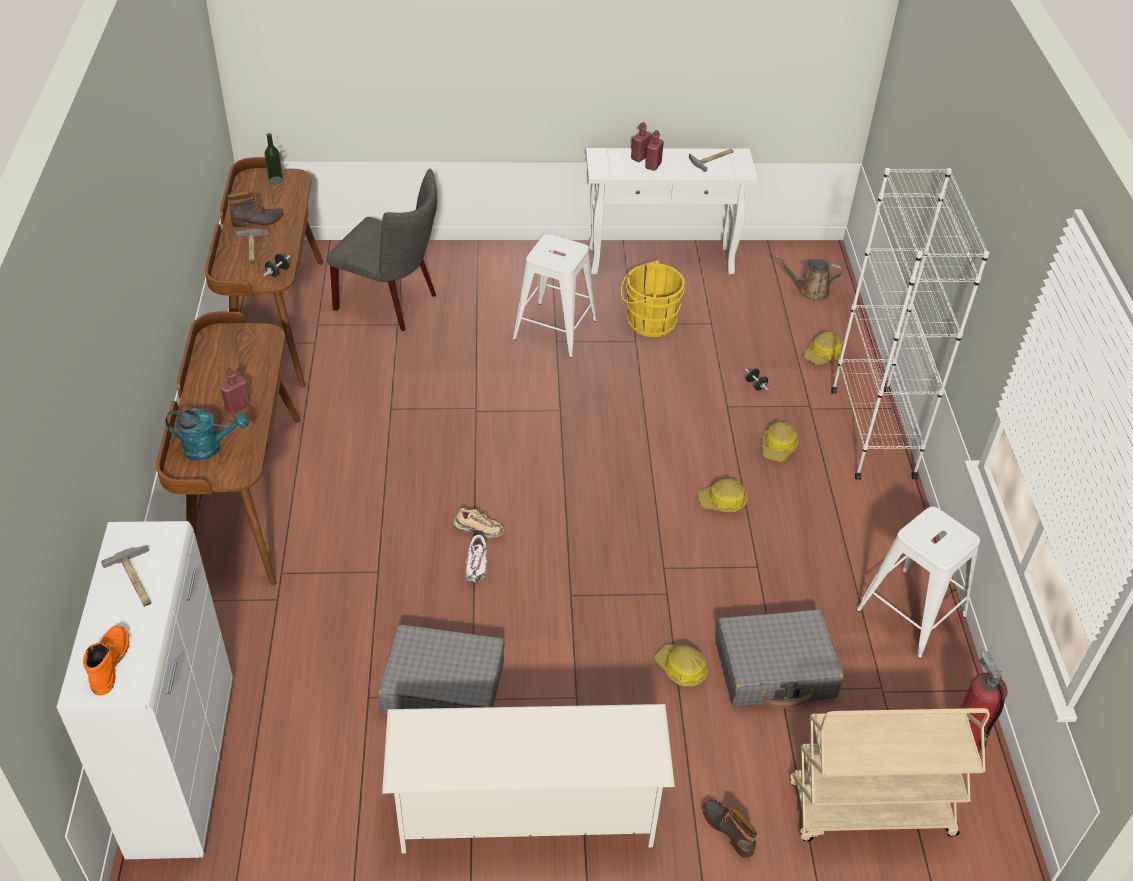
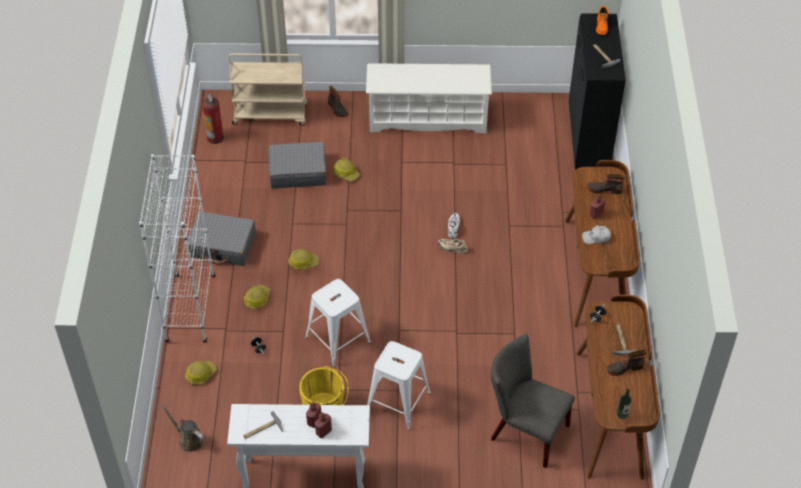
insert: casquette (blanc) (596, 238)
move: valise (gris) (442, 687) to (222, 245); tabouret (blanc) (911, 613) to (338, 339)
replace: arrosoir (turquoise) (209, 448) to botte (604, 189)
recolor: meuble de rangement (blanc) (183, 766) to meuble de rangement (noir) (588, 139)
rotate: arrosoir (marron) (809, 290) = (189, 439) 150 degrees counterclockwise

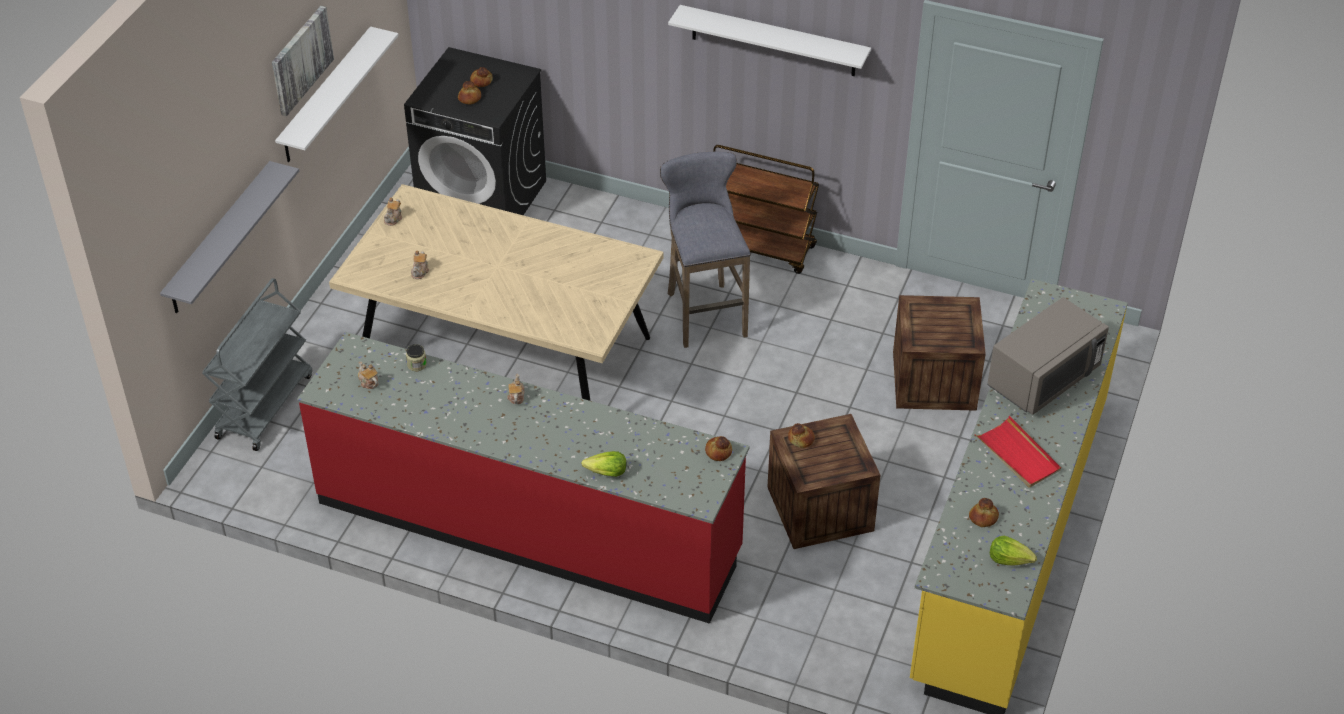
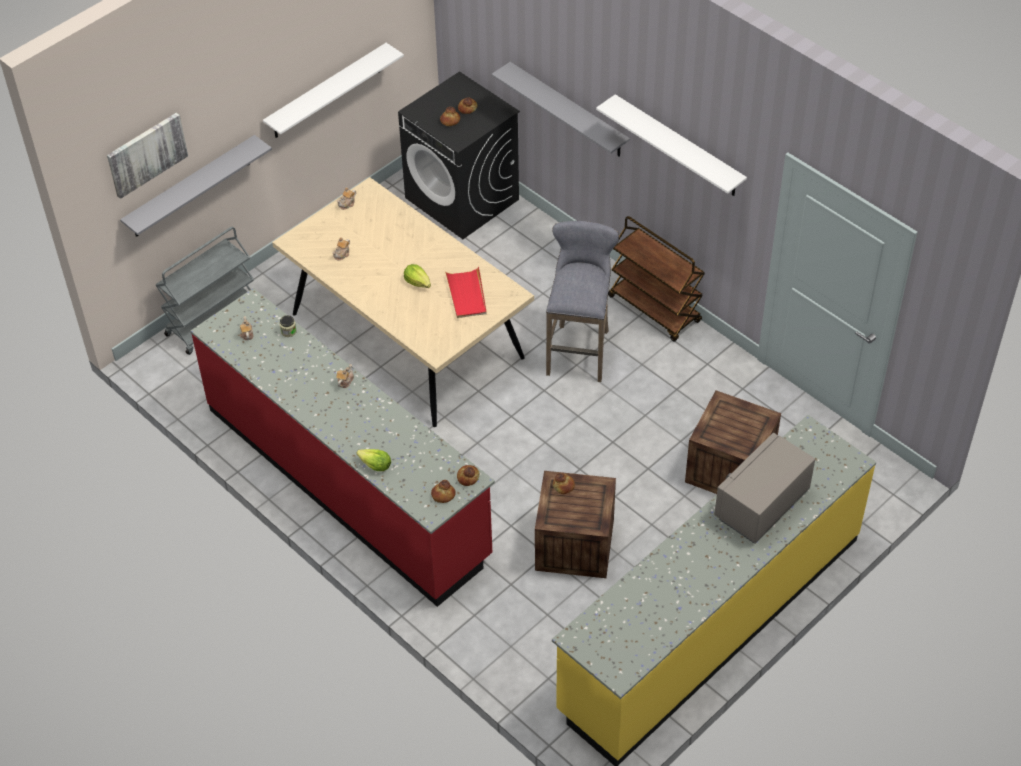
insert: étagère (gris) (568, 110)
move: tableau (300, 59) to (146, 154); pain (983, 518) to (443, 495); plateau (rouge) (1018, 455) to (467, 295); laitue (1009, 559) to (418, 282)
rotate: micro-ondes (gris) (1043, 379) = (761, 504) 150 degrees clockwise

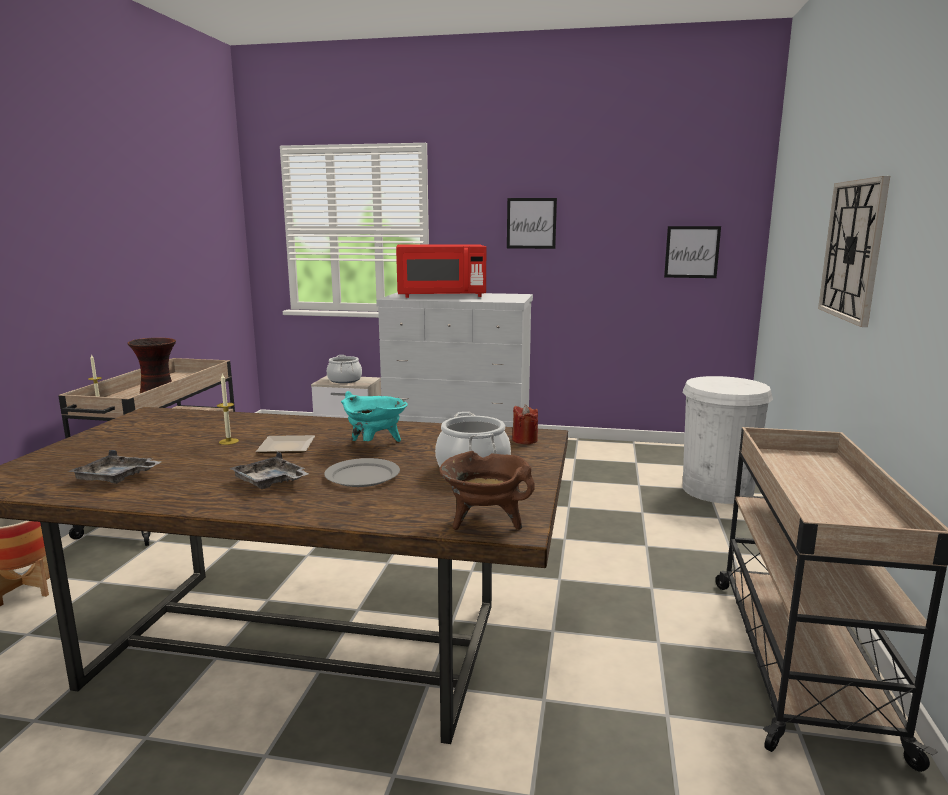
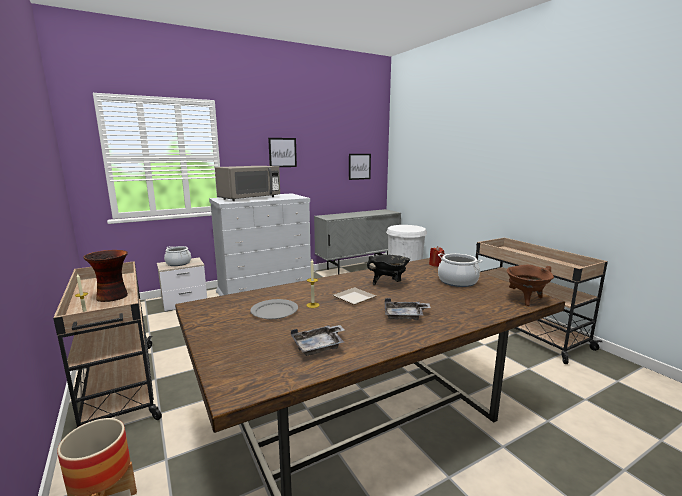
delete: horloge murale (853, 250)
insert: meuble de rangement (gris) (358, 268)
move: assiette (gris) (362, 476) to (274, 311)
recolor: marmite (turquoise) (374, 445) to marmite (noir) (389, 284); micro-ondes (rouge) (441, 296) to micro-ondes (gris) (249, 198)

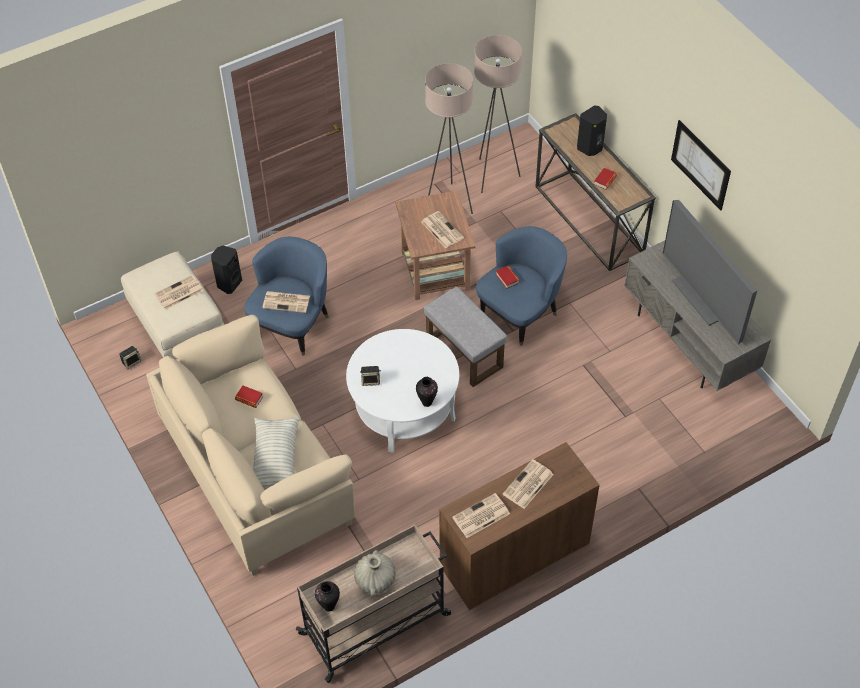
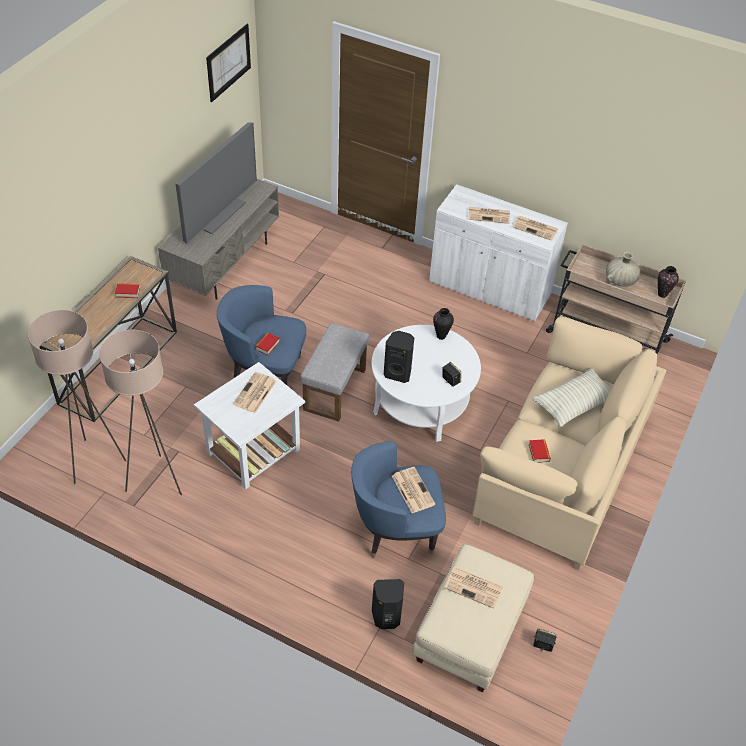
move: enceinte (noir) (590, 148) to (398, 373); tableau (700, 164) to (228, 62)
recolor: table d'appoint (marron) (435, 271) to table d'appoint (blanc) (254, 451); meuble de rangement (marron) (514, 555) to meuble de rangement (blanc) (489, 289)

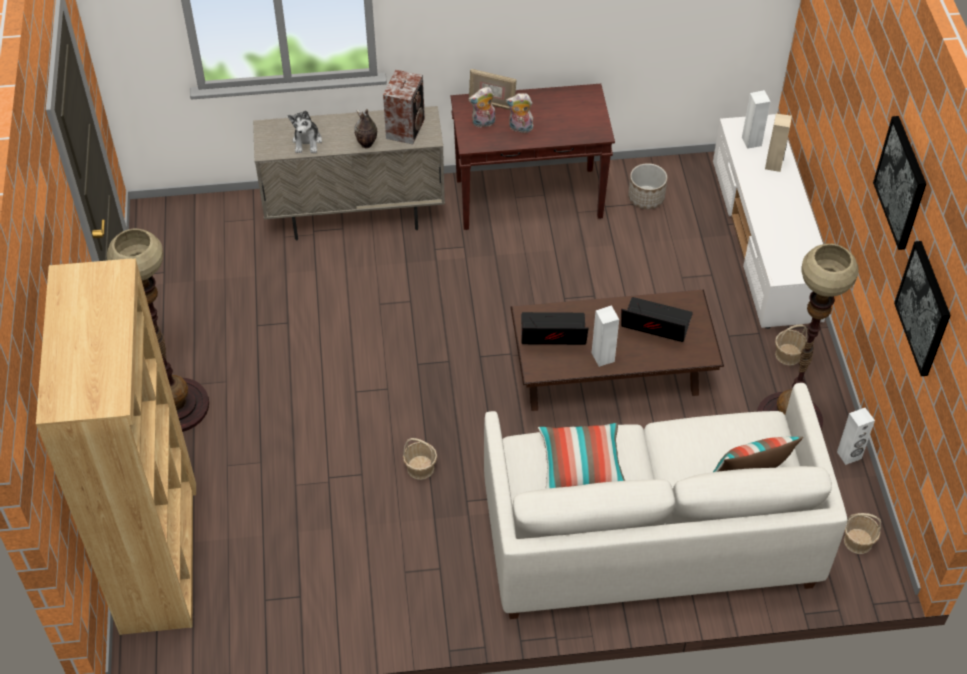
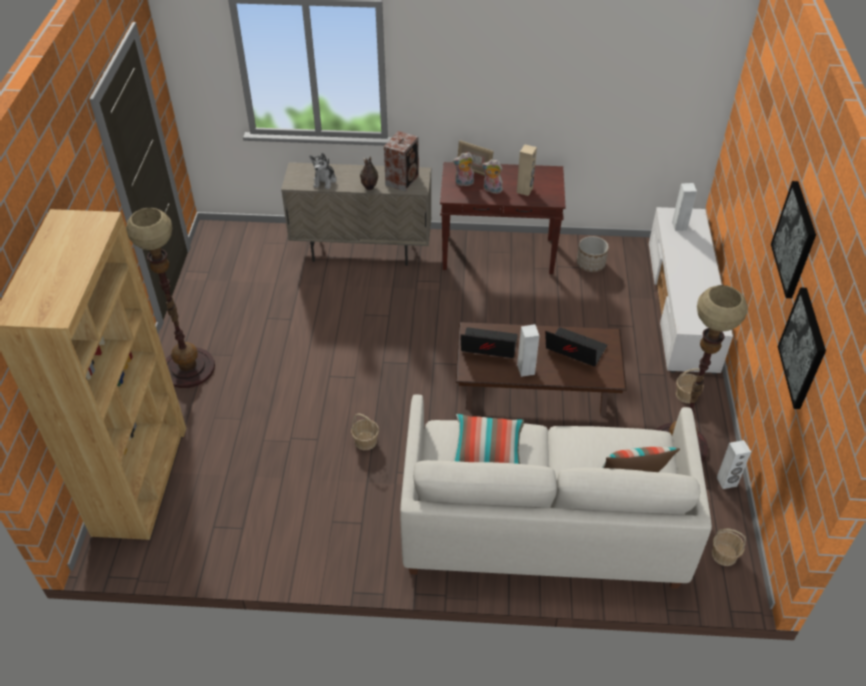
move: enceinte (beige) (774, 164) to (525, 190)

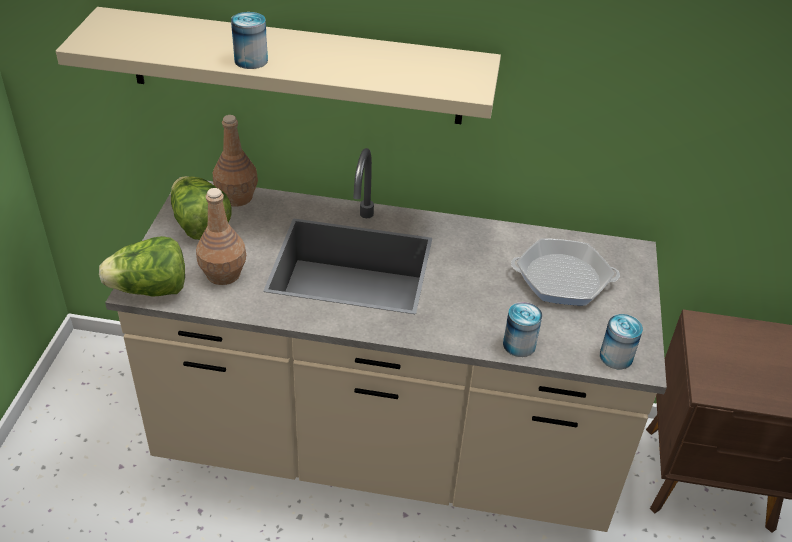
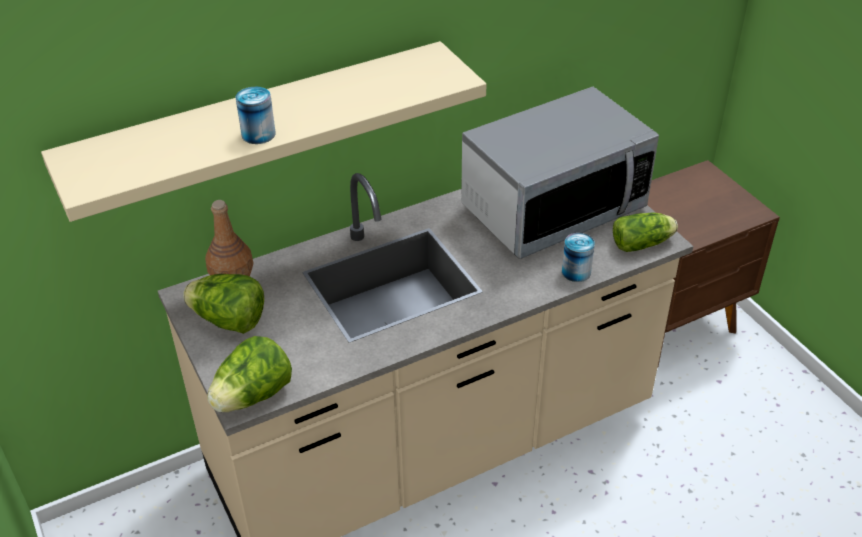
delete: bouteille (marron) (224, 274)
replace: poêle (562, 279) to micro-ondes (553, 208); boîte métallique (616, 357) to laitue (643, 243)

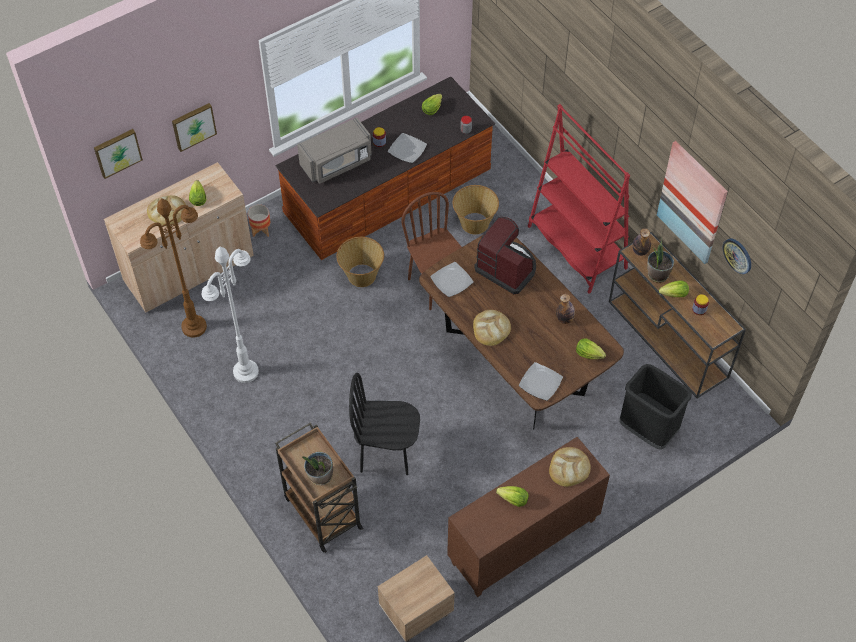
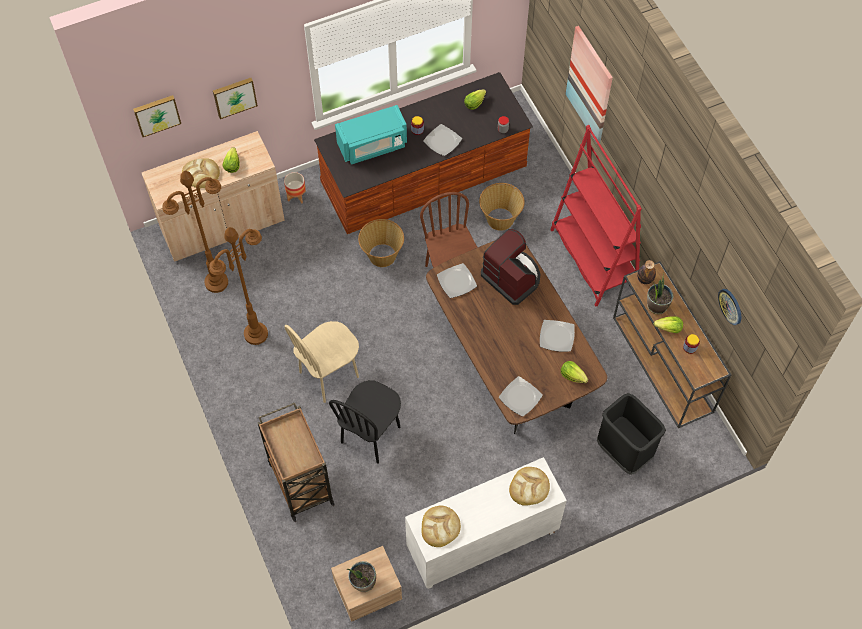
delete: laitue (513, 500)
insert: chaise (beige) (329, 375)
move: plante en pot (320, 476) to (363, 582); pain (491, 328) to (440, 527); tableau (692, 202) to (590, 85)
replace: bouteille (565, 319) to assiette (557, 337)
recolor: lampadaire (blanc) (246, 371) to lampadaire (marron) (256, 333); micro-ondes (gris) (337, 163) to micro-ondes (turquoise) (373, 145); meuble de rangement (marron) (523, 542) to meuble de rangement (blanc) (482, 543)
rotate: chaise (noir) (386, 453) = (371, 435) 75 degrees counterclockwise

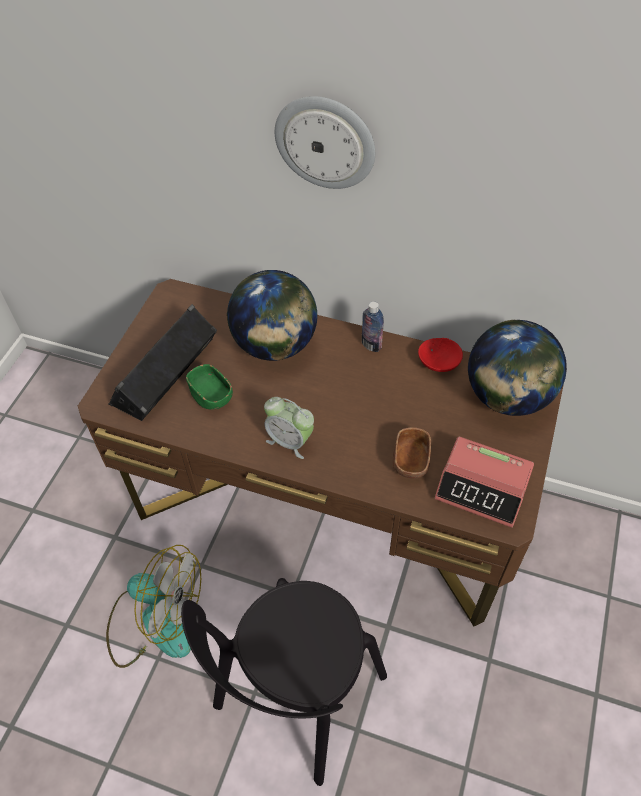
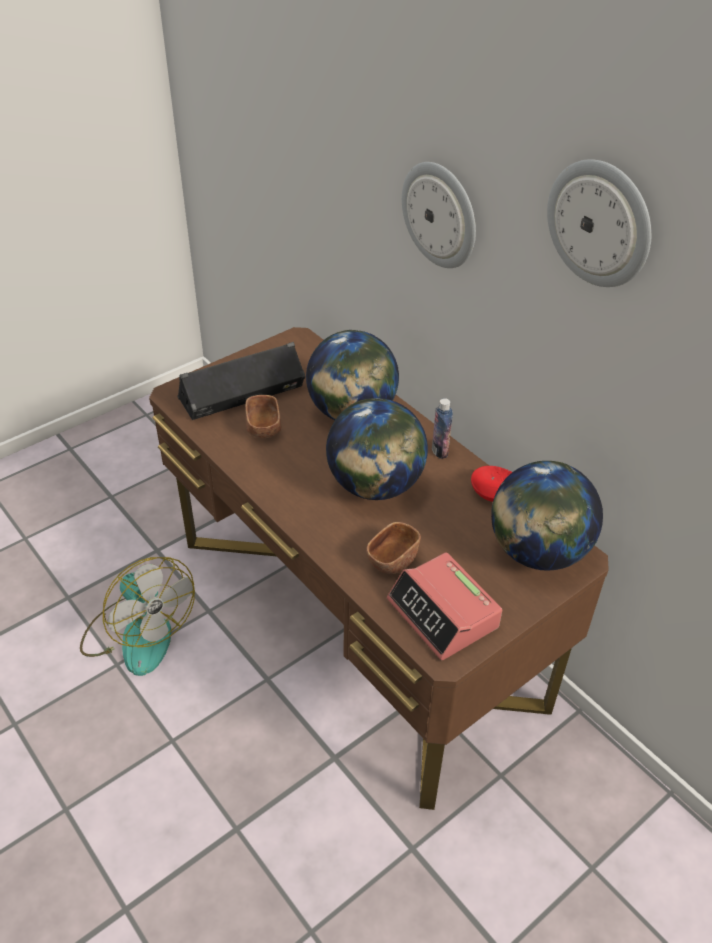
delete: chaise (noir) (296, 698); réveil (290, 441)
insert: globe (375, 486); horloge murale (600, 223)
recolor: bol (vert) (211, 396) to bol (marron) (263, 427)

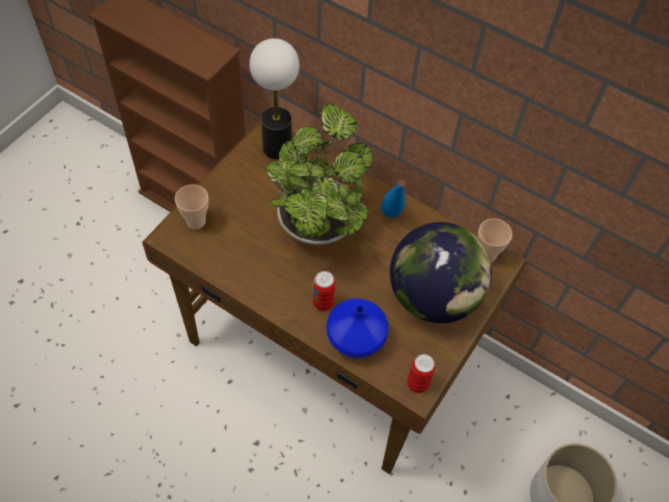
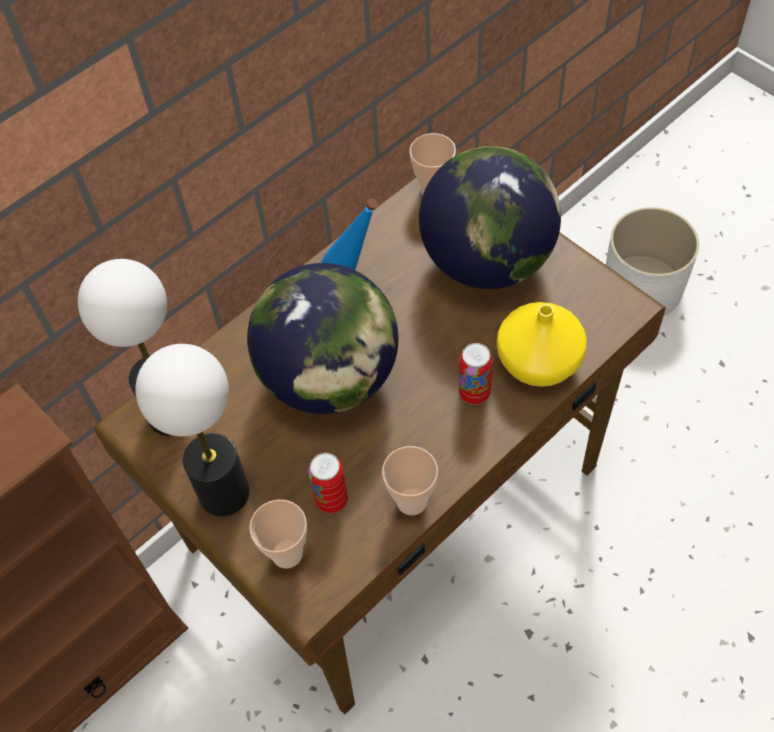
insert: lampe de table (224, 493); tasse (411, 501)
move: boîte métallique (417, 383) to (331, 500)
replace: plante en pot (317, 221) to globe (330, 378)
recolor: vase (bleu) (355, 339) to vase (jaune) (540, 363)

